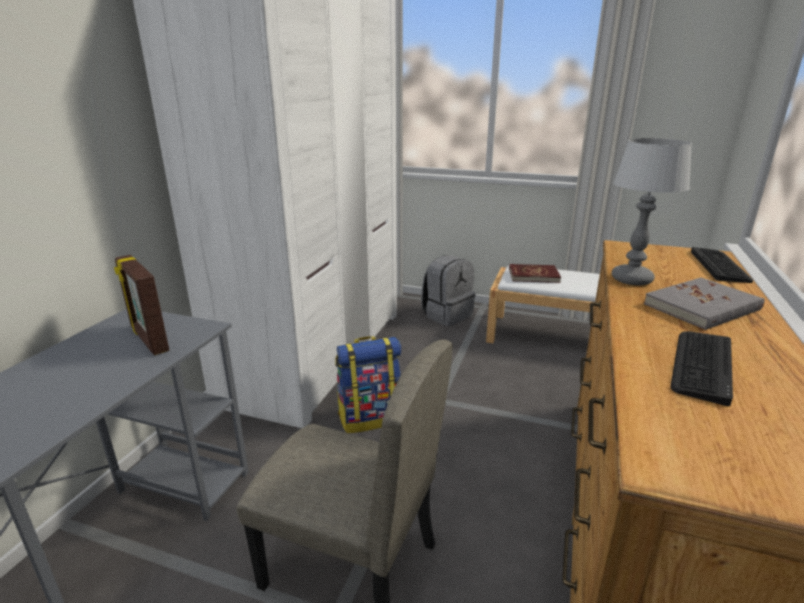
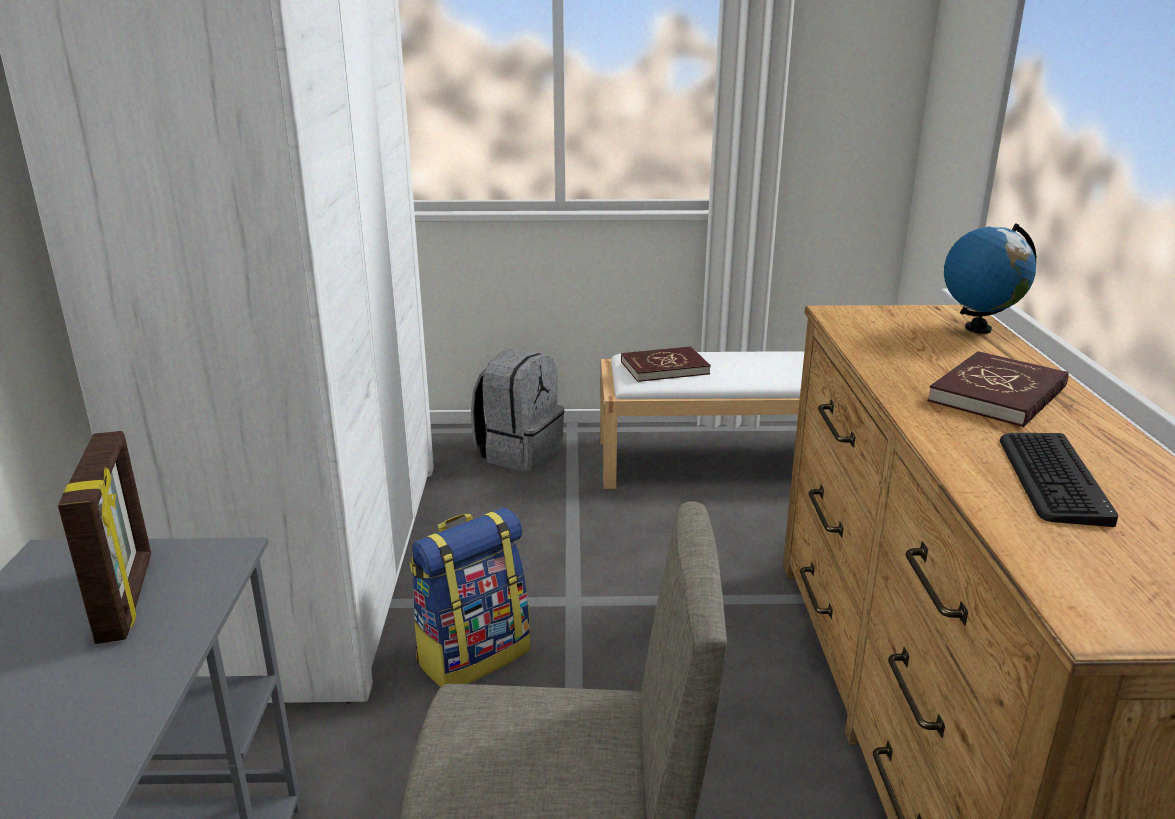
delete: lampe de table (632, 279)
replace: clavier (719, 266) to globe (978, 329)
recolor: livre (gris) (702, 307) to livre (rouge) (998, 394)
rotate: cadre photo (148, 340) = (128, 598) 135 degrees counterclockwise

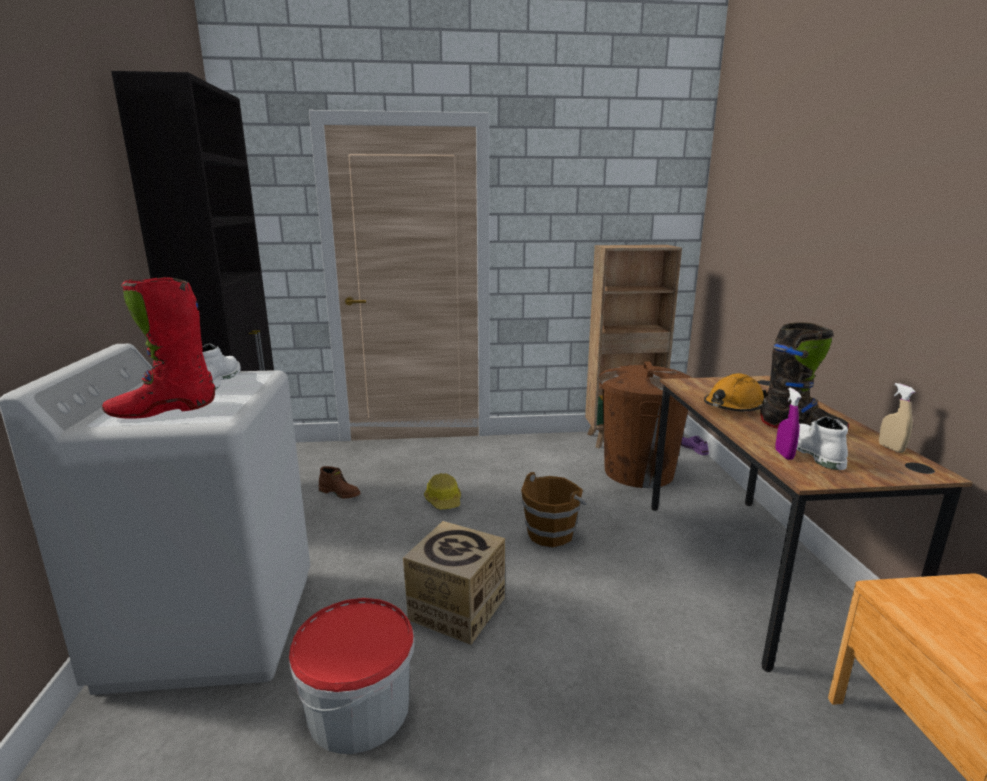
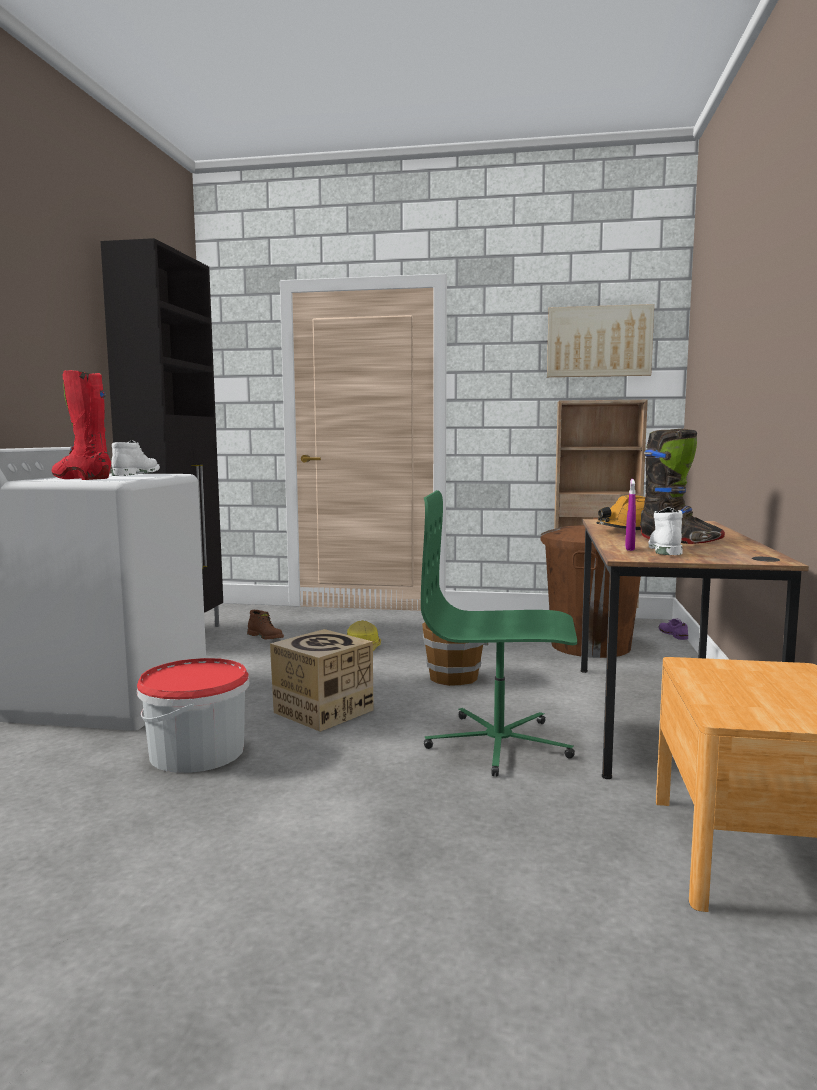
delete: vaporisateur (beige) (890, 448)
insert: chaise de bureau (vert) (499, 744); tableau (599, 341)
rotate: botte (rouge) (163, 410) = (82, 478) 45 degrees clockwise

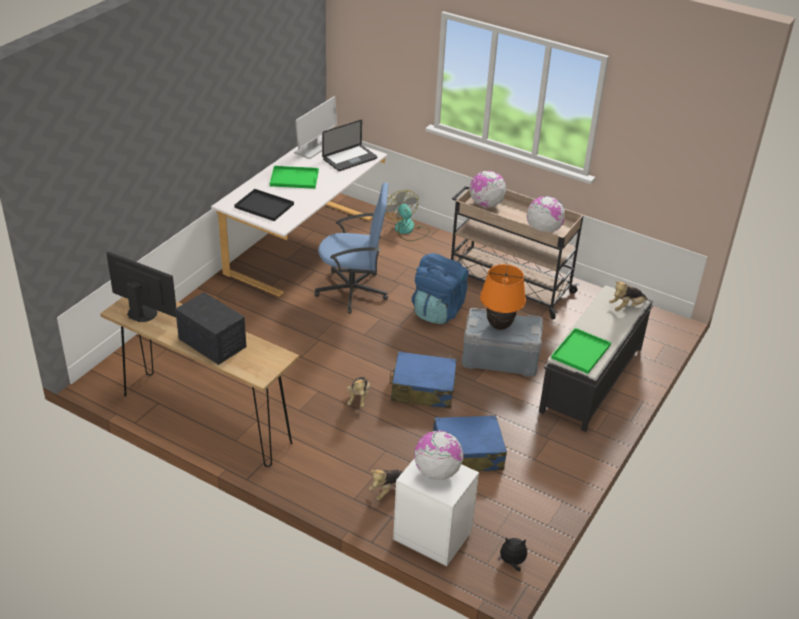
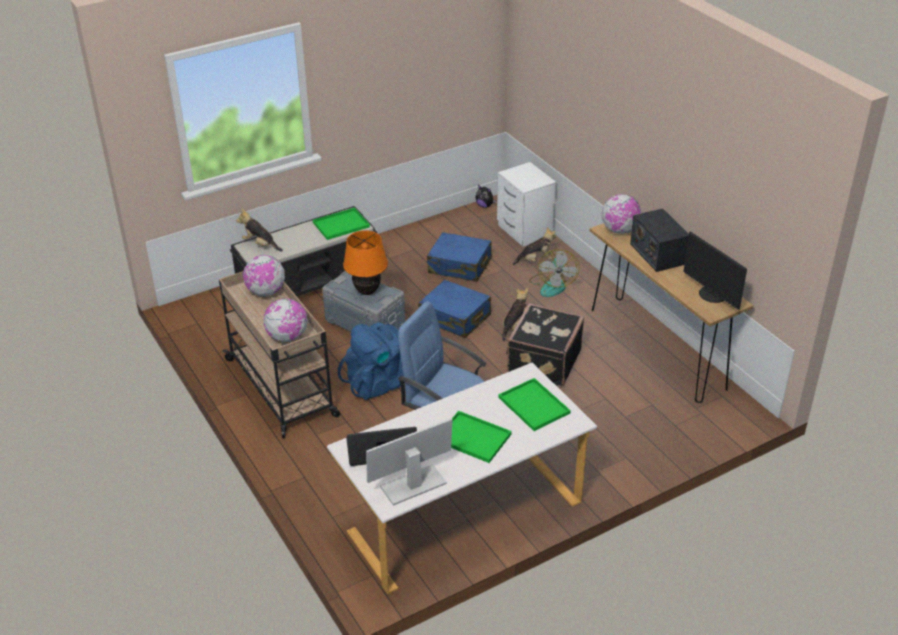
insert: valise (noir) (542, 363)
move: ventilateur (407, 230) to (552, 285); globe (437, 472) to (619, 230)
recolor: plateau (noir) (265, 206) to plateau (vert) (532, 405)
rotate: peluche (626, 307) = (260, 244) 150 degrees counterclockwise

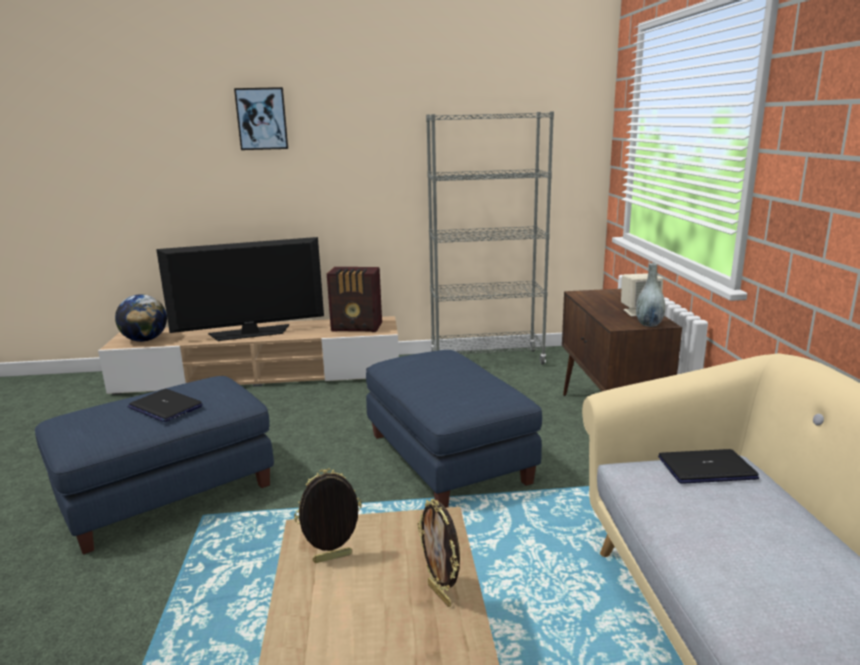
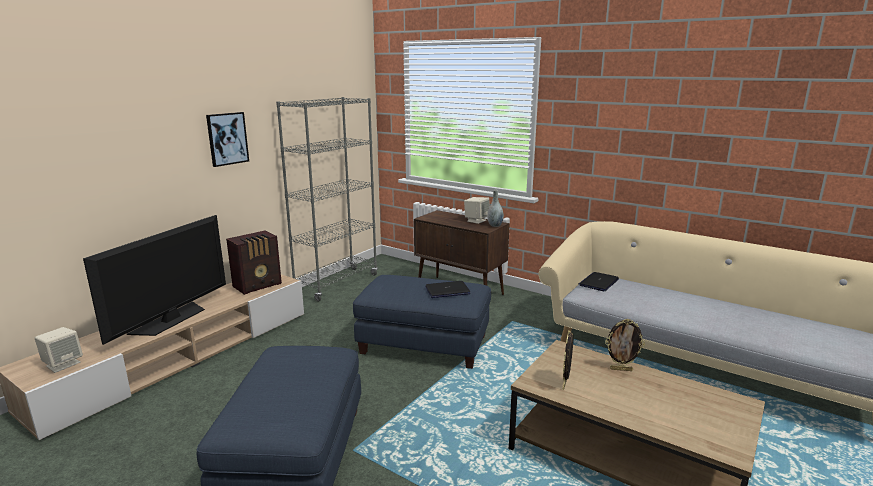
move: ordinateur portable (165, 407) to (447, 291); tableau (262, 119) to (227, 138)
replace: globe (145, 340) to enceinte (beige) (63, 364)

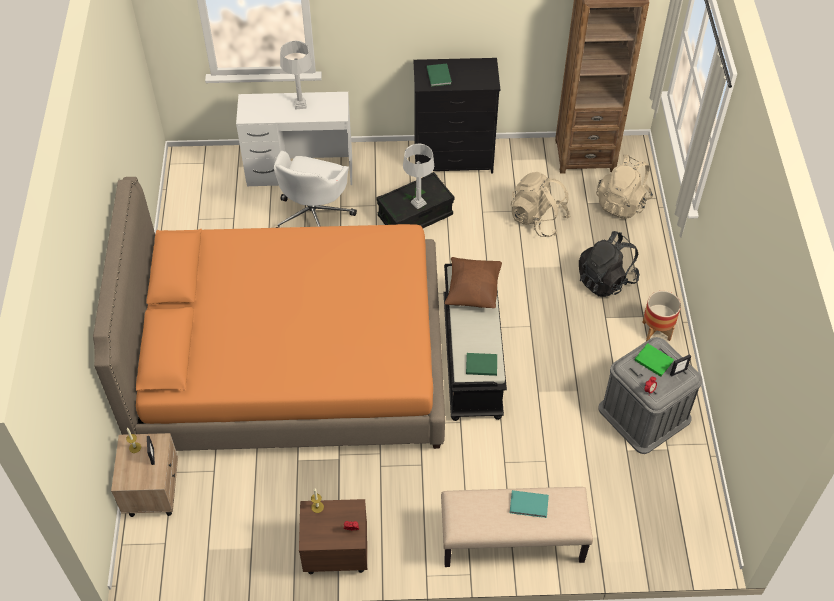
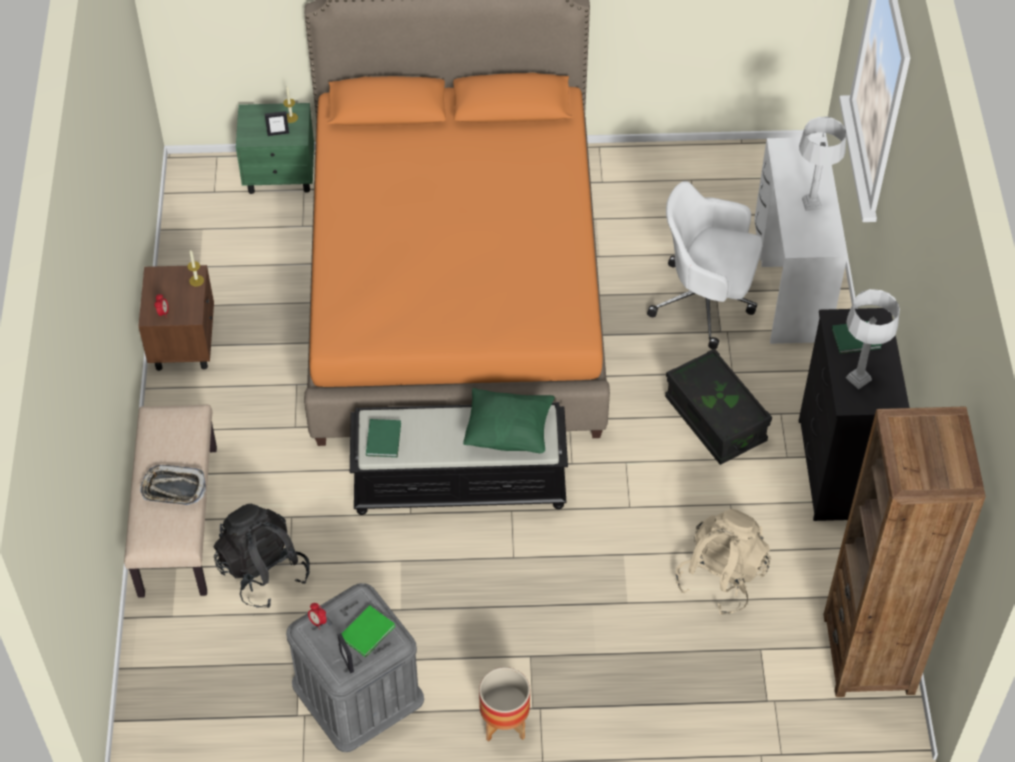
delete: sac à dos (beige) (622, 203)
move: lampe de table (gris) (418, 203) to (859, 378); sac à dos (noir) (606, 280) to (263, 572)
replace: livre (turquoise) (529, 505) to plateau (173, 489)
recolor: table de chevet (beige) (153, 491) to table de chevet (vert) (281, 175); coussin (marron) (473, 291) to coussin (vert) (509, 433)

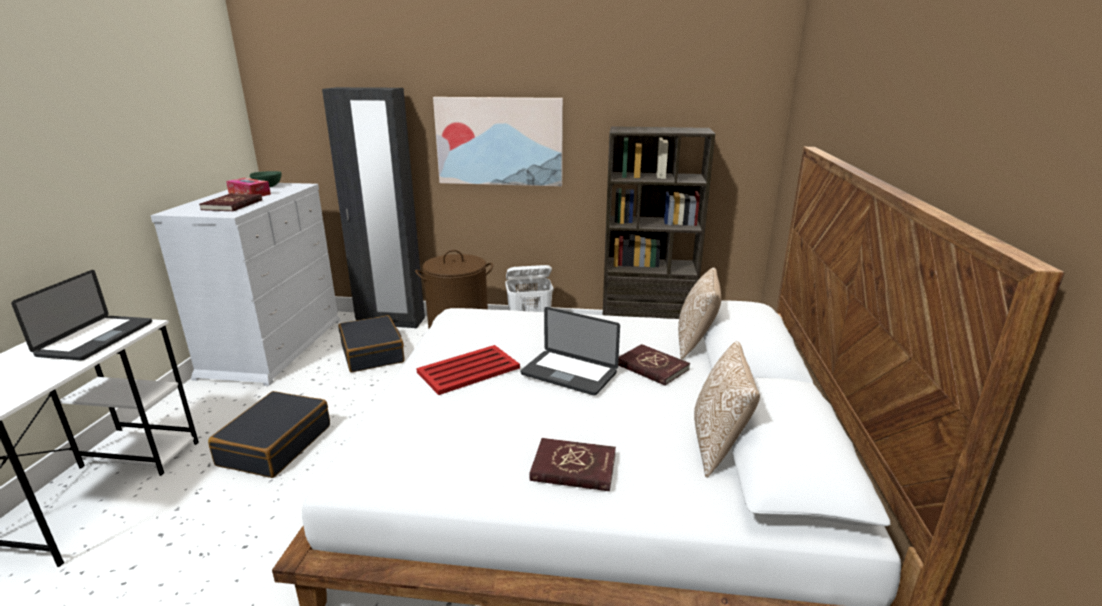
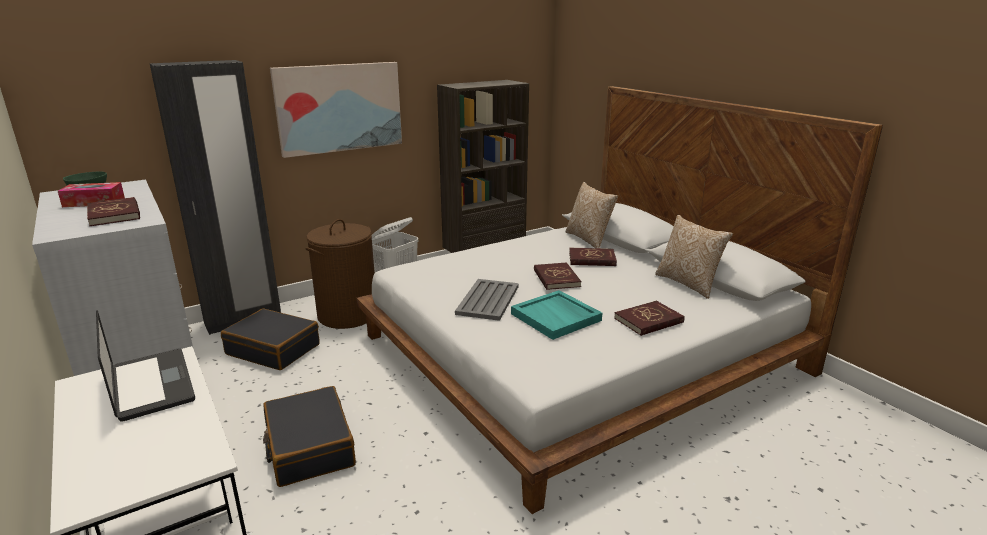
insert: plateau (turquoise) (556, 317)
replace: ordinateur portable (569, 374) to livre (rouge) (556, 278)
recolor: plateau (rouge) (467, 370) to plateau (gris) (487, 300)

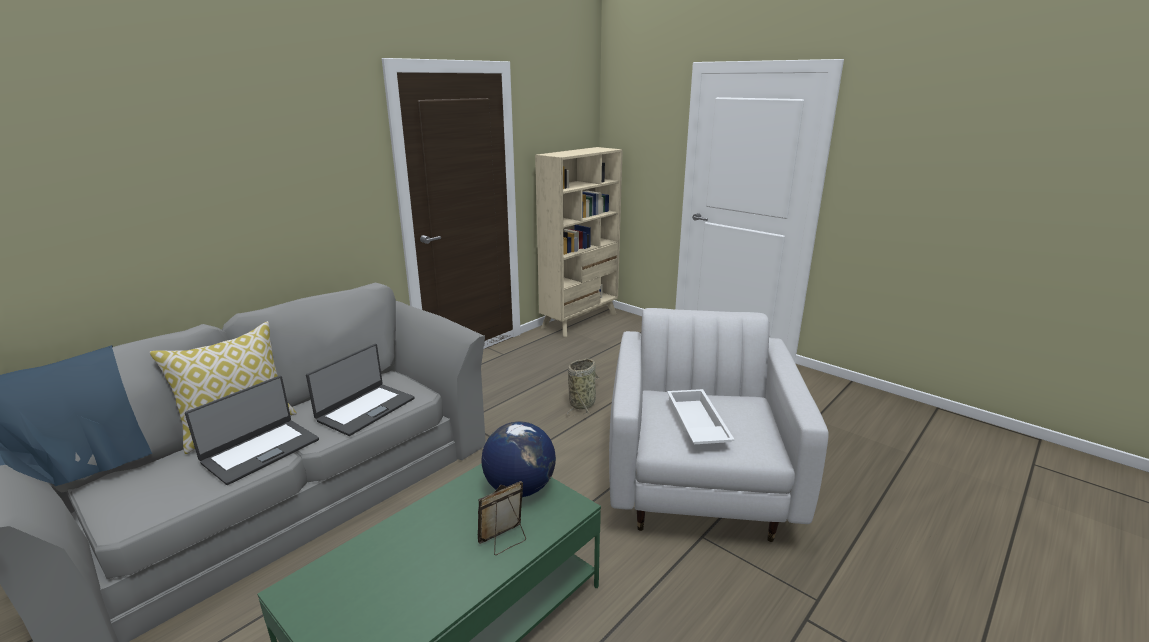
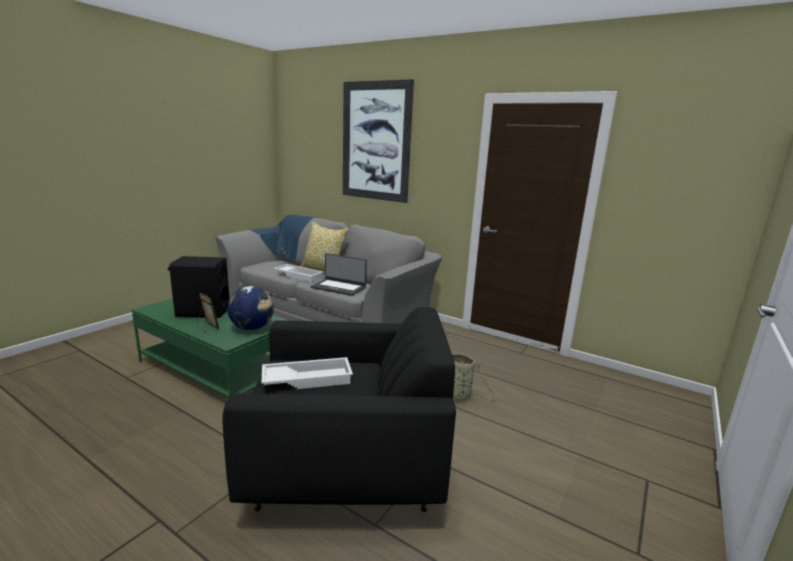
delete: bibliothèque (beige) (580, 320)
insert: enceinte (noir) (203, 312); tableau (375, 142)
replace: ordinateur portable (260, 451) to plateau (blanc) (299, 275)
recolor: fauteuil (blanc) (698, 481) to fauteuil (noir) (346, 465)

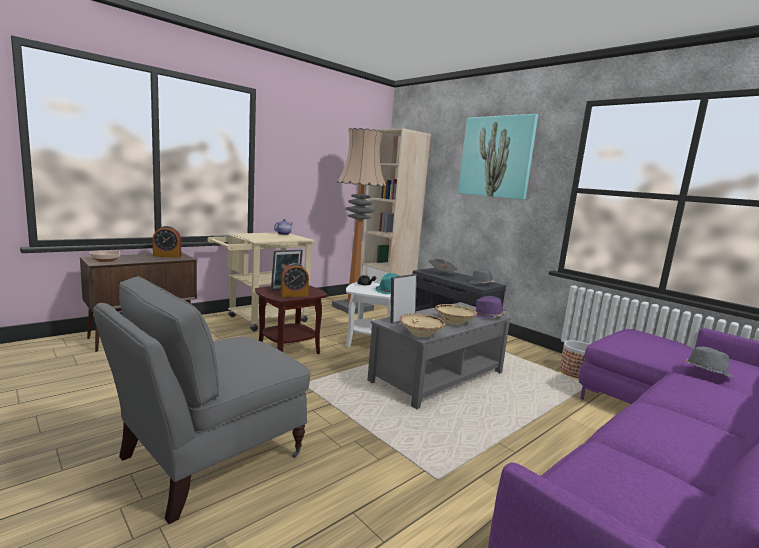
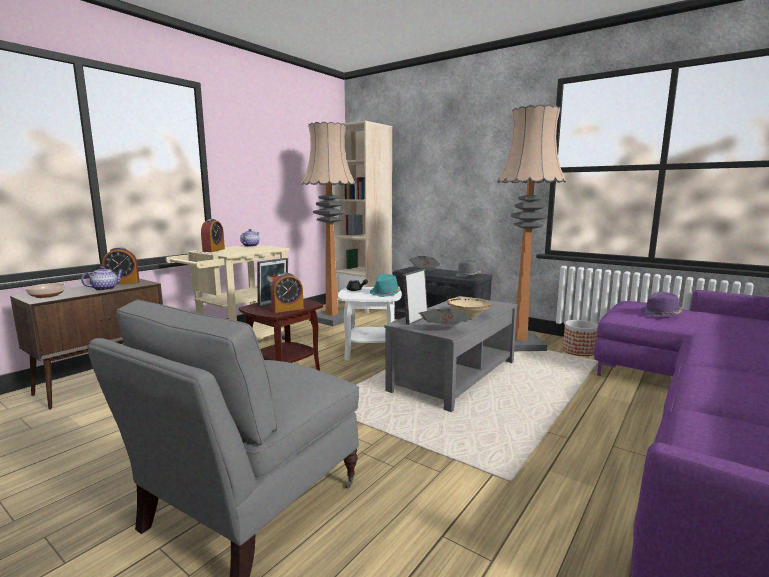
delete: tableau (496, 157); chapeau (gris) (706, 372)
insert: théière (105, 289); réveil (213, 250); lampadaire (520, 345)
move: chapeau (violet) (488, 316) to (661, 314)
replace: bol (beige) (421, 334) to journal (445, 331)

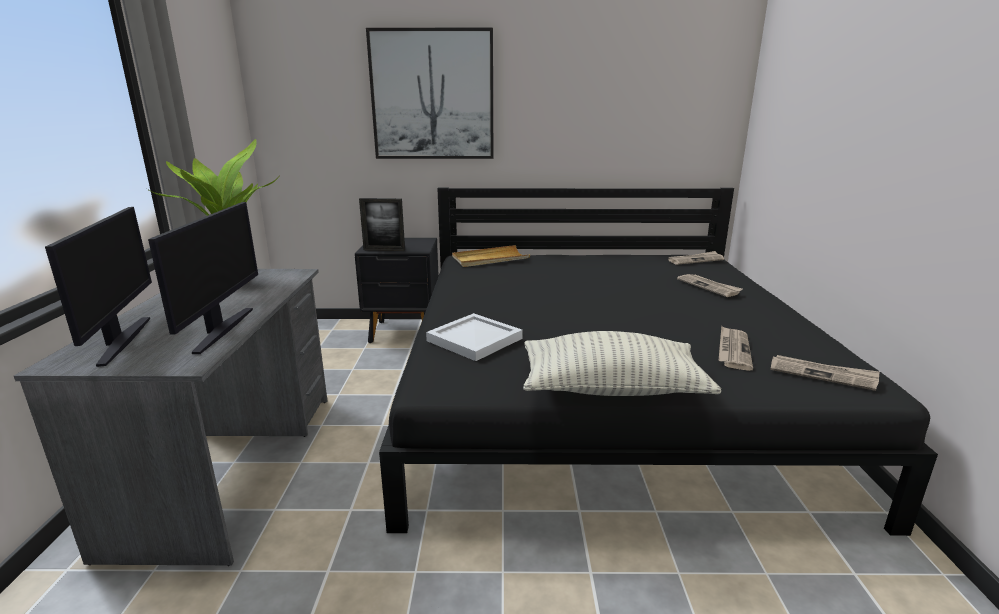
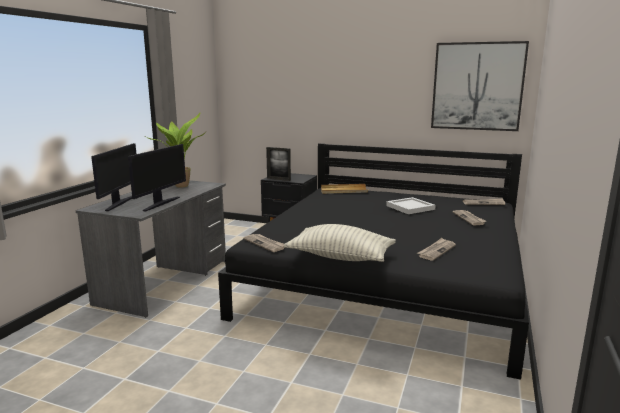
move: tableau (432, 95) to (477, 86); plateau (blanc) (473, 339) to (409, 207); journal (822, 374) to (265, 244)

